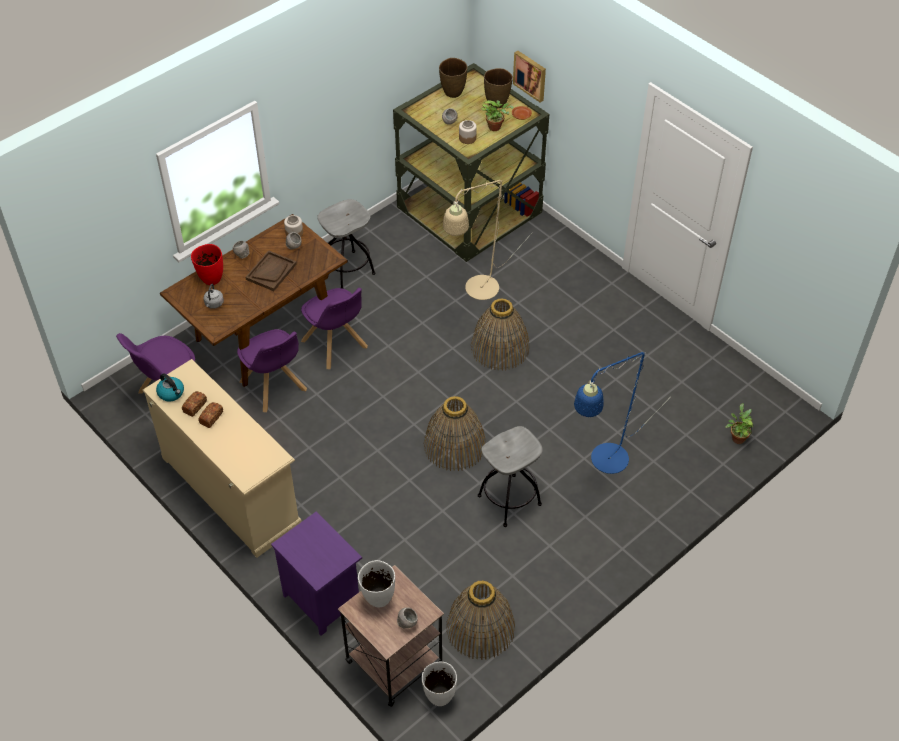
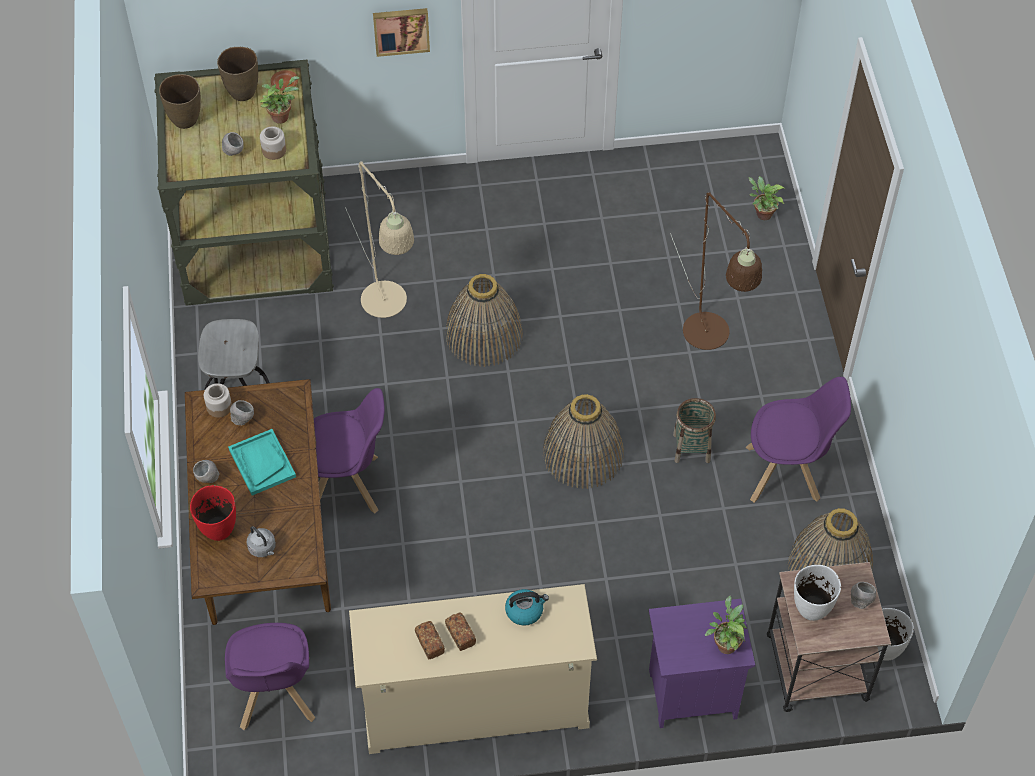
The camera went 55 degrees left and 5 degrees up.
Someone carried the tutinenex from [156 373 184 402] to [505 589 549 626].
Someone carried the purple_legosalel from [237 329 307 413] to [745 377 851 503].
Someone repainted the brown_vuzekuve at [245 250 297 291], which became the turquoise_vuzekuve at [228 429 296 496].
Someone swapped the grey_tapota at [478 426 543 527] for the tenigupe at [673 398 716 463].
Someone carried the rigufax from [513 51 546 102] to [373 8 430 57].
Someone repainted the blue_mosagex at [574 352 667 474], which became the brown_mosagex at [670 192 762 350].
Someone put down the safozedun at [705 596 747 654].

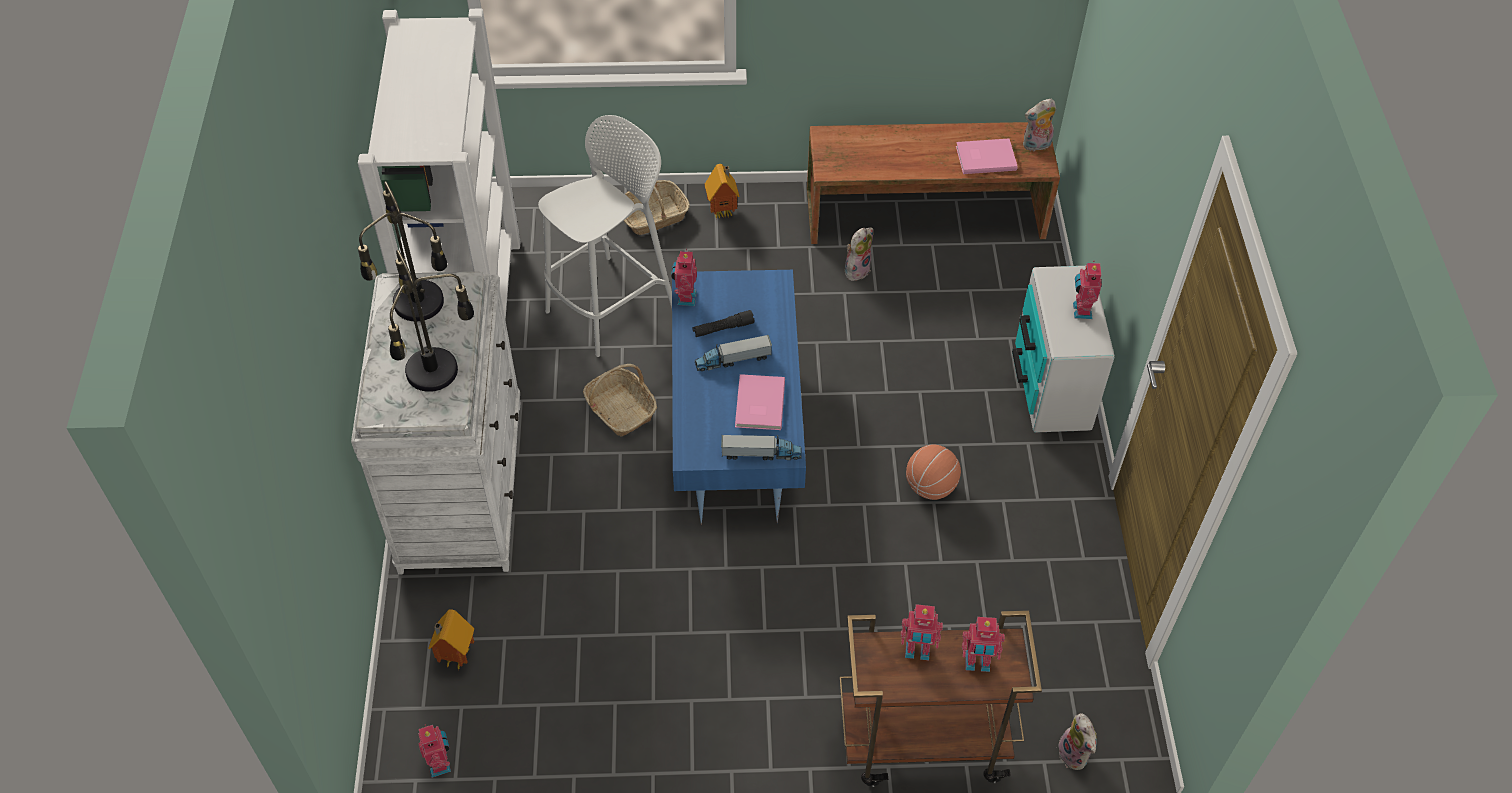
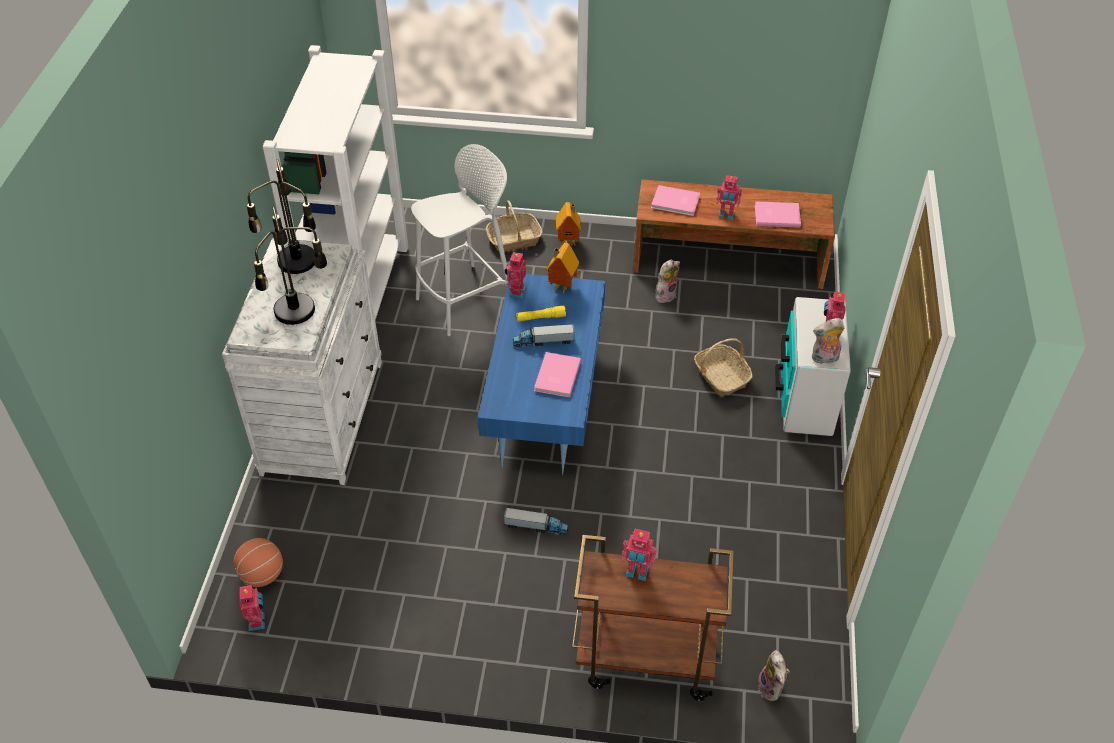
The camera went 10 degrees right and 5 degrees down.
Someone carried the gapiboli from [428 609 474 669] to [546 243 579 293].
Someone carried the tenigupe from [583 364 657 437] to [694 338 753 397].
Someone repainted the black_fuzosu at [692 310 755 337], which became the yellow_fuzosu at [516 305 566 321].
Someone carried the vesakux from [721 435 802 460] to [504 508 569 535].
Someone carried the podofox from [906 444 961 500] to [233 538 283 587].
Someone carried the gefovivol from [962 617 1005 672] to [717 175 742 220].
Someone carried the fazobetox from [1023 99 1056 151] to [812 318 844 364].
Someone put down the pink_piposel at [651 185 700 216].

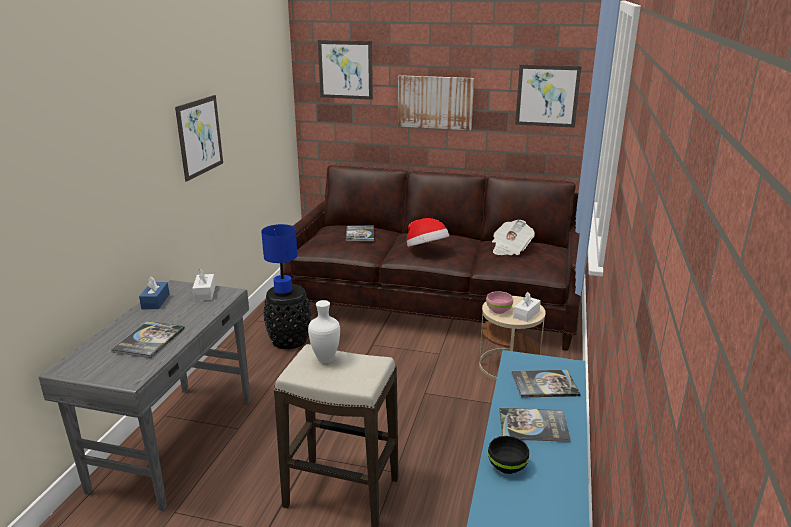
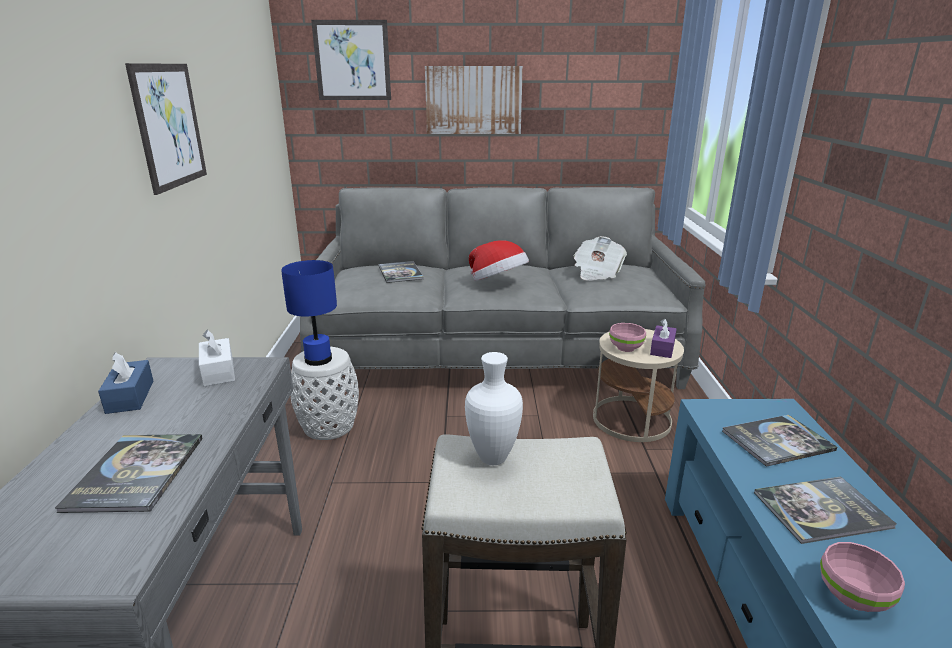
The camera went 15 degrees left and 0 degrees up.
Someone repainted the black_tapota at [264 284 311 349], which became the white_tapota at [291 347 359 440].
Someone repainted the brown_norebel at [280 165 581 351], which became the grey_norebel at [300 187 706 389].
Someone repainted the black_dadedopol at [488 436 529 474], which became the pink_dadedopol at [820 542 905 612].
Someone repainted the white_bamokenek at [513 292 541 322], which became the purple_bamokenek at [650 319 677 358].
Someone took away the rigufax at [515 64 582 128].

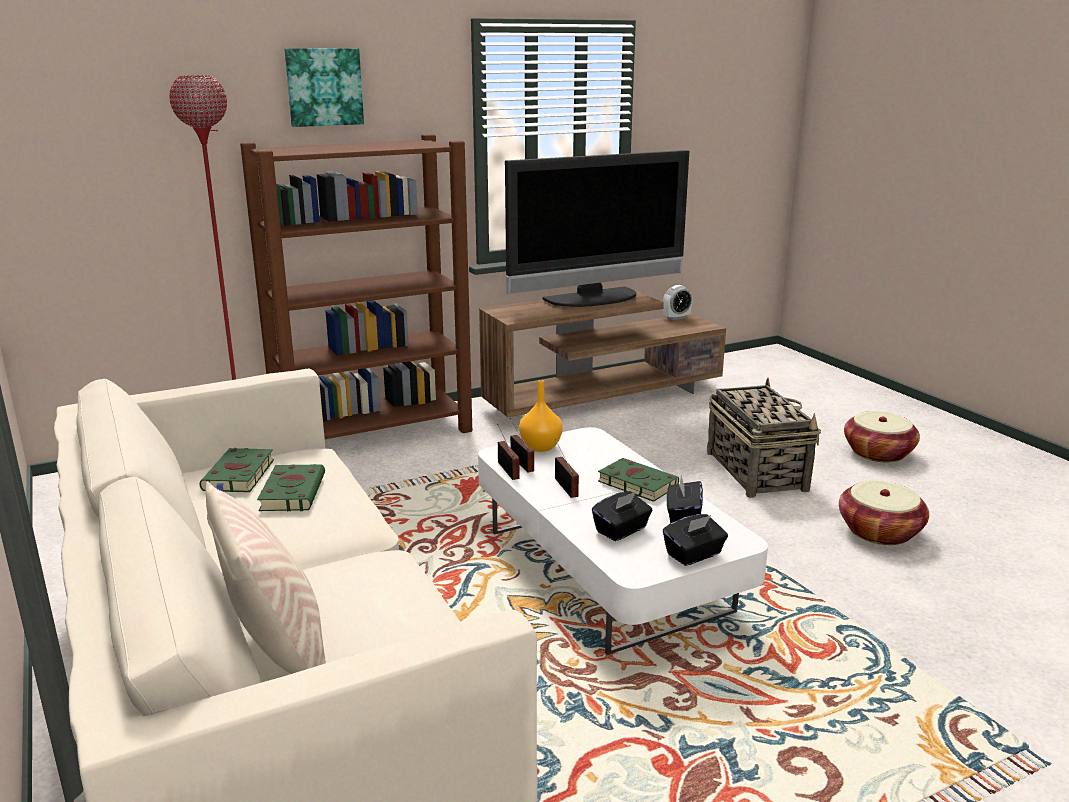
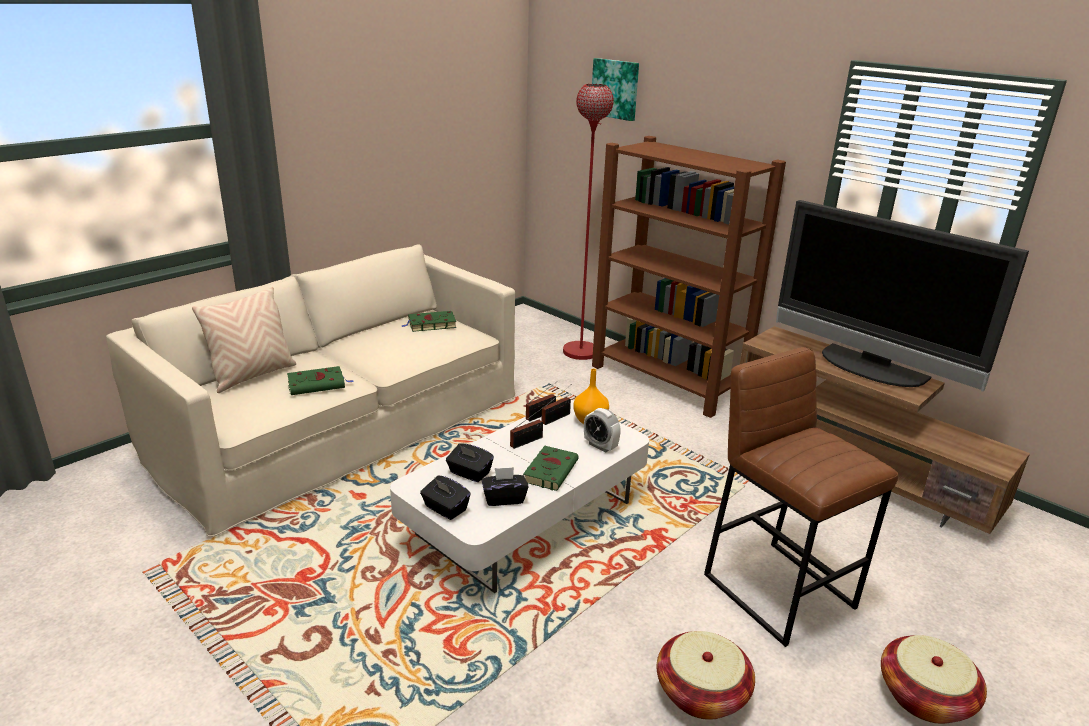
The camera went 70 degrees right and 5 degrees up.
Someone carried the green_piposel from [257 464 325 511] to [287 366 353 395].
Someone carried the rigufax from [284 48 364 127] to [592 58 639 121].
Someone carried the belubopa from [663 285 693 320] to [584 408 621 452].
Someone swapped the tenigupe at [707 378 821 498] for the brown_tapota at [704 347 898 647].

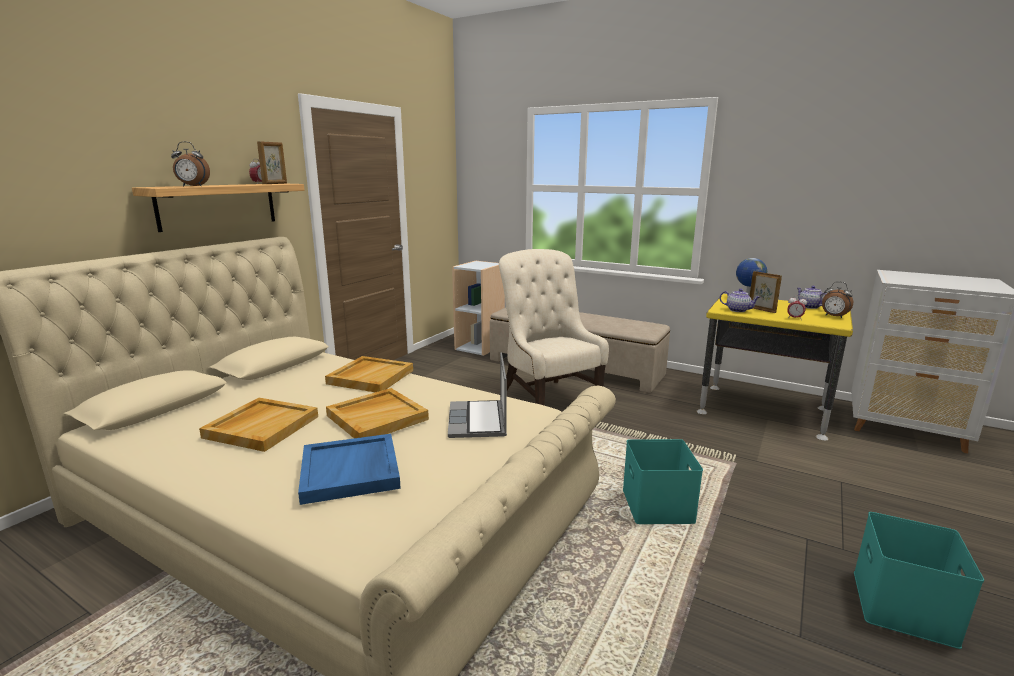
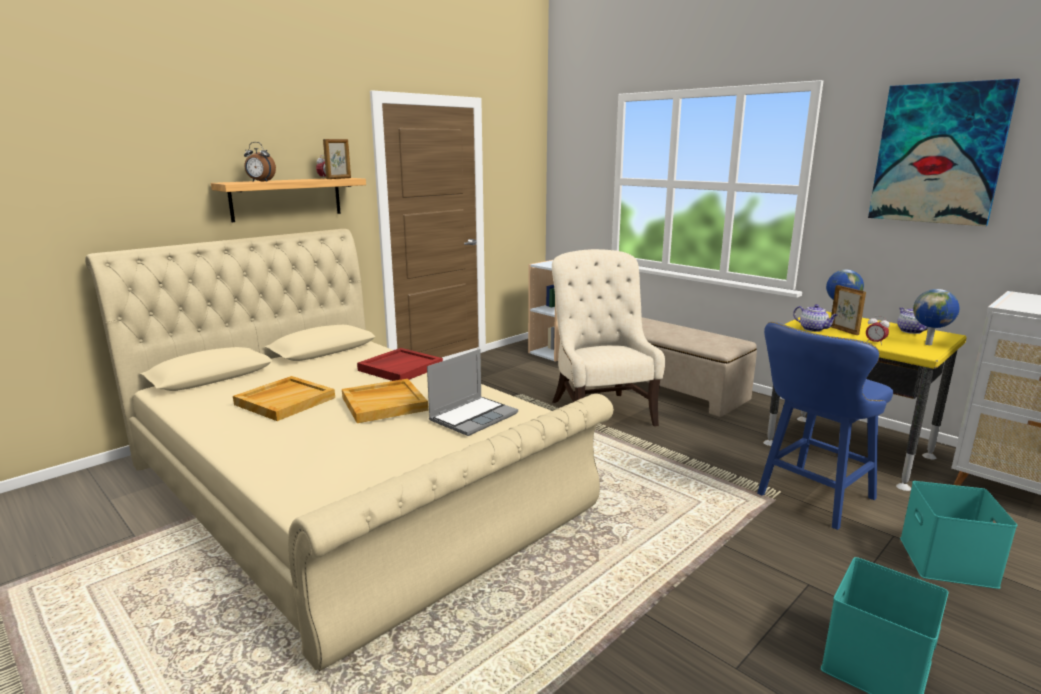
The camera went 15 degrees right and 0 degrees up.
Someone took away the blue_vuzekuve at [298 434 401 505].
Someone repainted the beige_vuzekuve at [325 356 413 392], which became the red_vuzekuve at [357 348 443 381].
Someone rotated the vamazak at [448 353 507 438] by 150 degrees counterclockwise.
Someone carried the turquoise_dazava from [623 439 703 524] to [900 481 1017 589].
Someone swapped the belubopa at [822 282 853 318] for the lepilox at [913 289 960 345].
Someone put down the blue_tapota at [757 322 893 530].
Someone put up the rigufax at [868 79 1020 226].

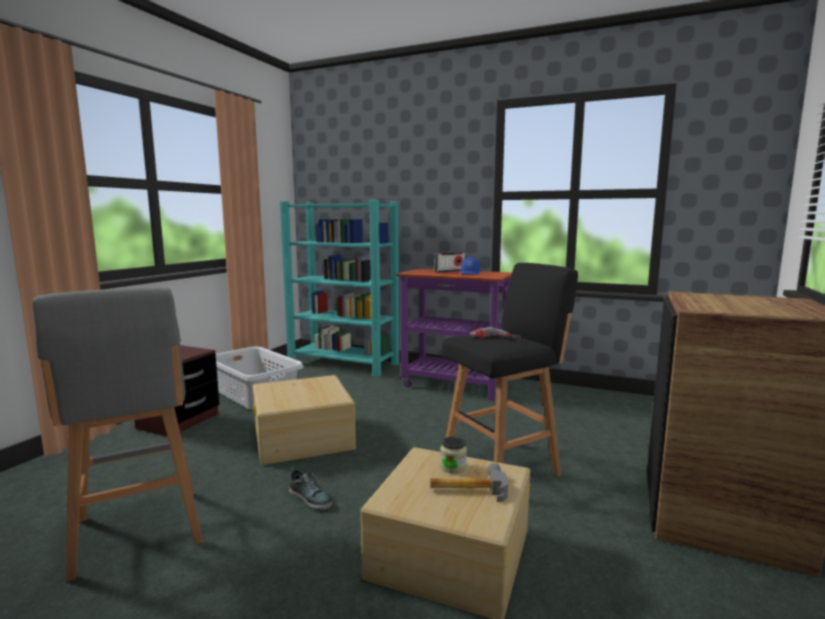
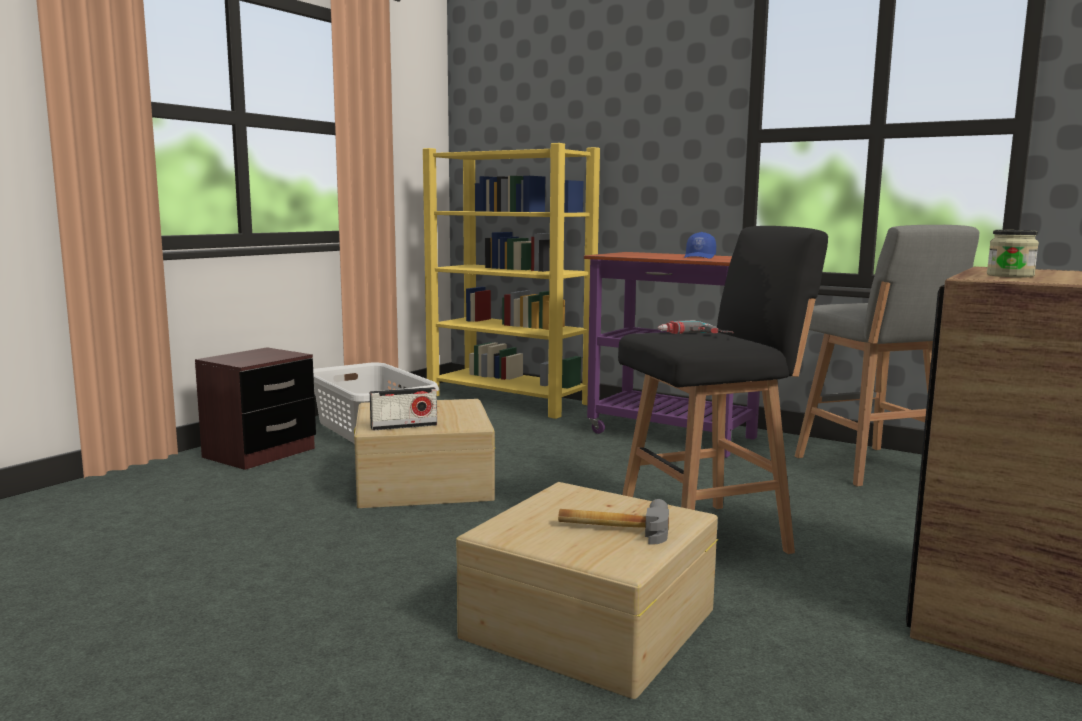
The camera went 10 degrees right and 0 degrees up.
Someone carried the grey_tapota from [32 287 203 581] to [795 225 979 486].
Someone repainted the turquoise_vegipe at [280 200 399 377], which became the yellow_vegipe at [423 143 600 419].
Someone took away the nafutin at [289 467 332 510].
Someone carried the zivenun from [435 252 465 273] to [370 387 437 431].
Someone carried the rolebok from [440 437 467 473] to [987 230 1039 277].

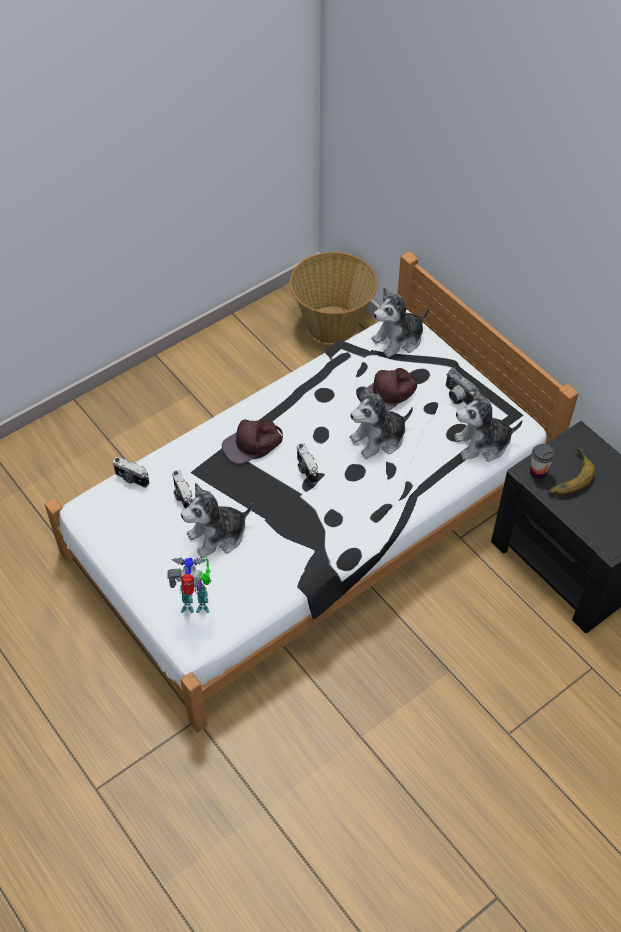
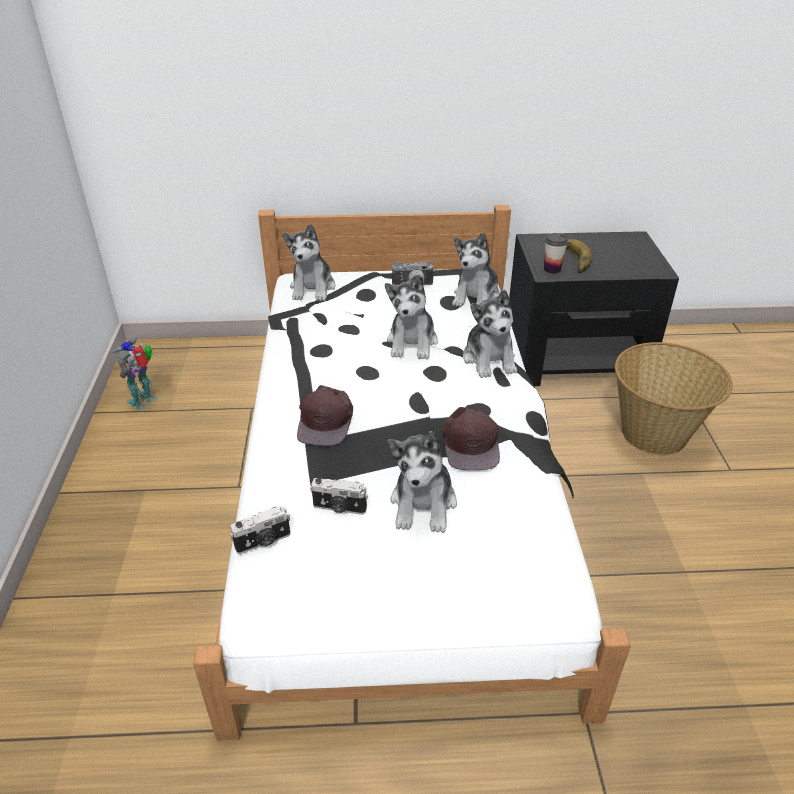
The camera went 55 degrees left and 15 degrees down.
Someone carried the gefovivol from [167 556 212 613] to [111 337 159 411].
Someone carried the tenigupe from [289 252 378 344] to [615 342 733 455].
Someone took away the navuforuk at [297 443 318 484].
Someone carried the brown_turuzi from [360 368 417 411] to [442 407 500 470].
Someone put down the fazobetox at [463 289 517 378].

